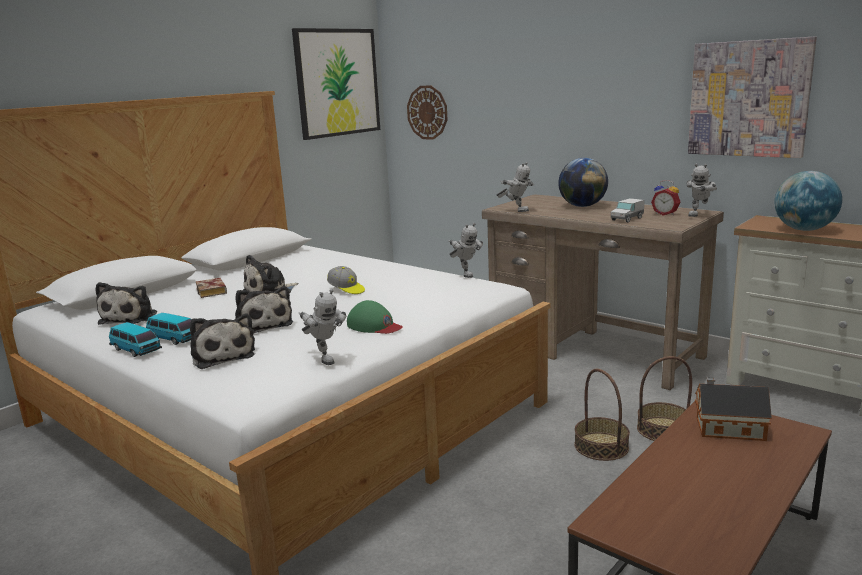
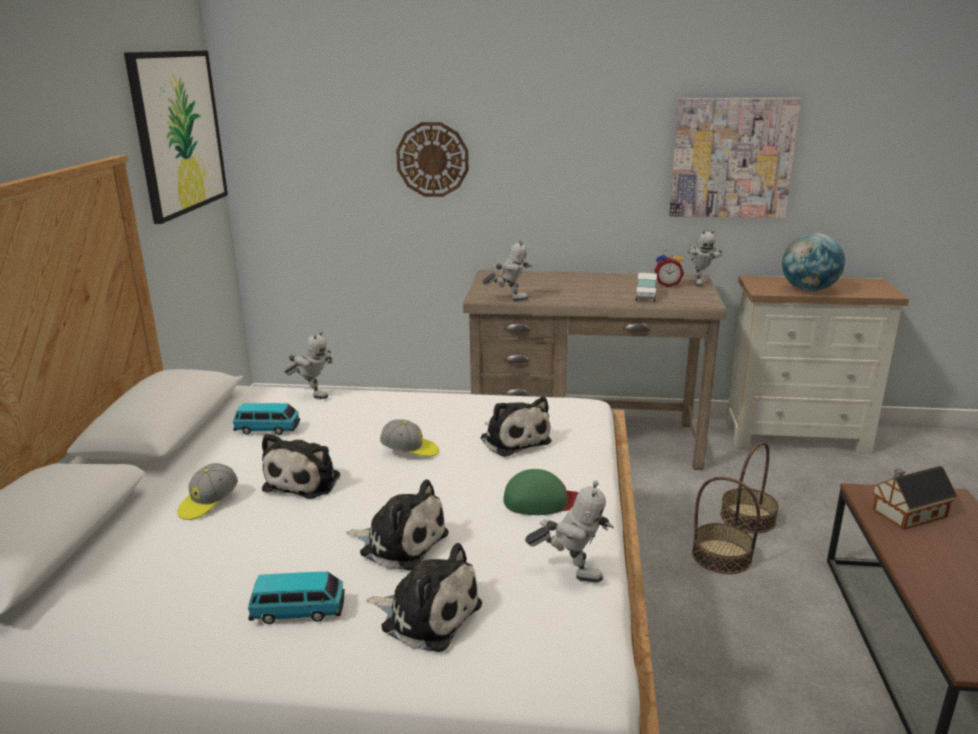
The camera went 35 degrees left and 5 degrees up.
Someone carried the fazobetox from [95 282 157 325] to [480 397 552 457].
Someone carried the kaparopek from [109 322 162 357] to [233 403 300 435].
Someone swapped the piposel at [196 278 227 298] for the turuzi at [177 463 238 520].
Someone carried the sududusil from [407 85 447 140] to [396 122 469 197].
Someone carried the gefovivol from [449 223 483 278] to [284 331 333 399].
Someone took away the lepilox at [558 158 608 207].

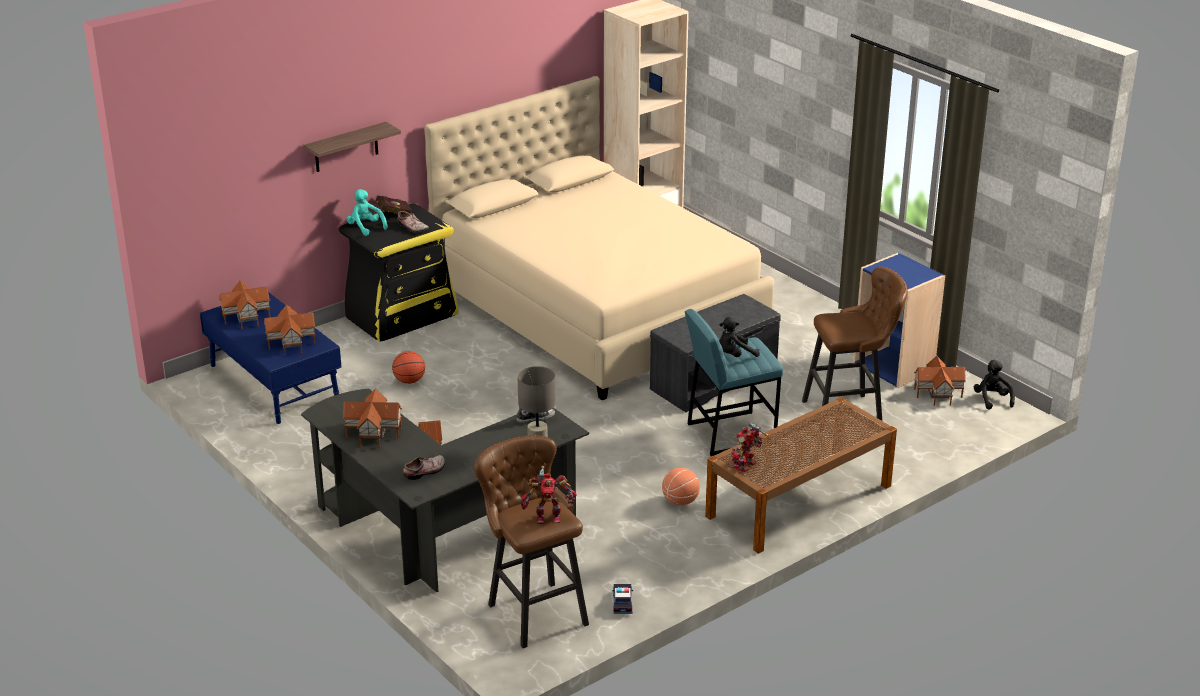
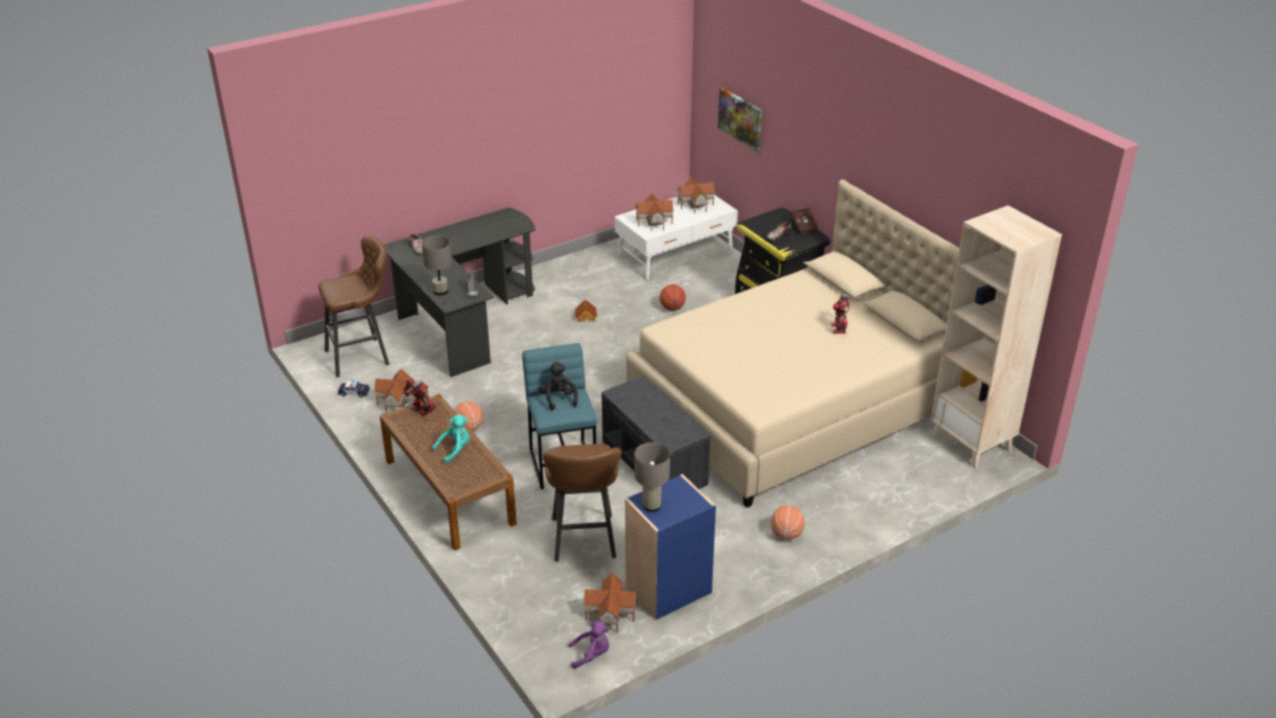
The camera went 95 degrees right and 5 degrees up.
Someone repainted the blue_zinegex at [200 292 342 424], which became the white_zinegex at [615 195 738 280].
Someone took away the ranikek at [303 122 401 172].
Someone carried the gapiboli from [343 388 402 447] to [374 369 420 413].
Someone carried the turquoise_fazobetox from [347 189 387 236] to [432 415 470 464].
Someone carried the gefovivol from [521 465 577 524] to [832 294 860 333].
Someone repainted the black_fazobetox at [974 360 1015 410], which became the purple_fazobetox at [568 621 609 669].
Someone put down the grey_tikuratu at [634 443 670 512].
Someone put up the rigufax at [718 87 762 152].
Someone put down the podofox at [771 505 805 540].

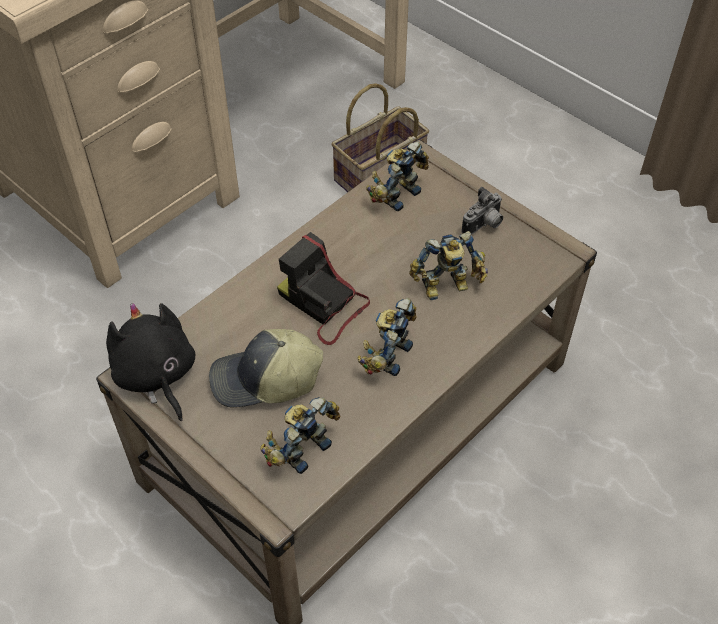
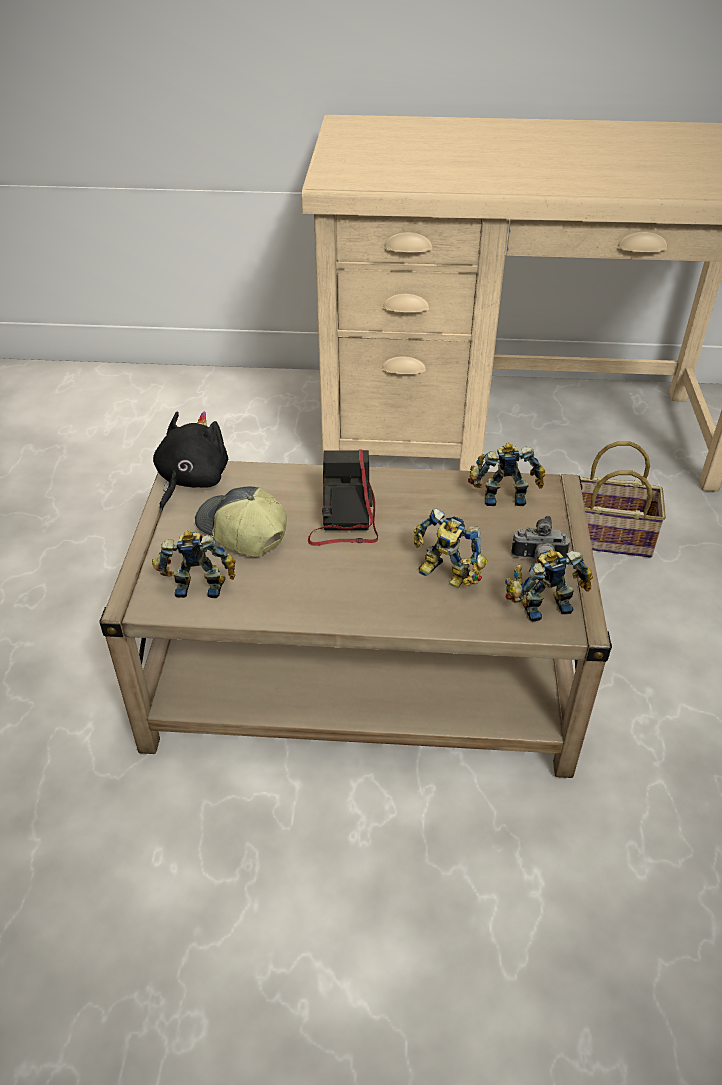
The camera went 50 degrees right and 10 degrees down.
Someone carried the gefovivol from [357 298 417 376] to [505 550 593 622].

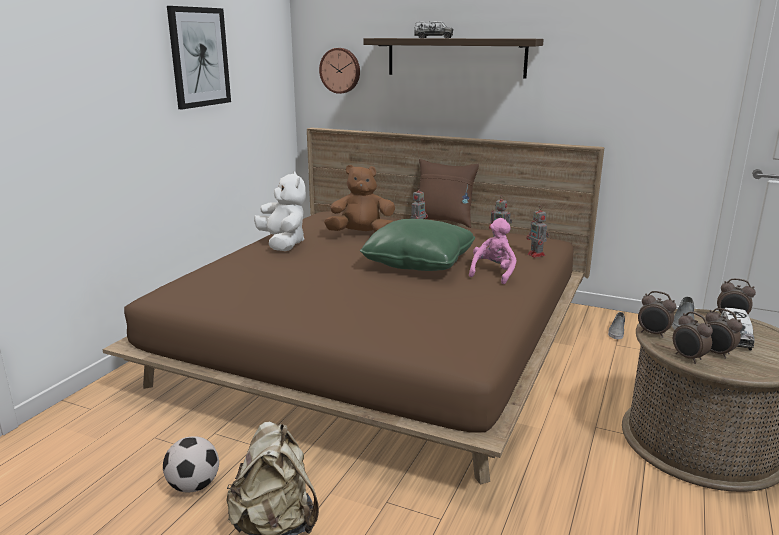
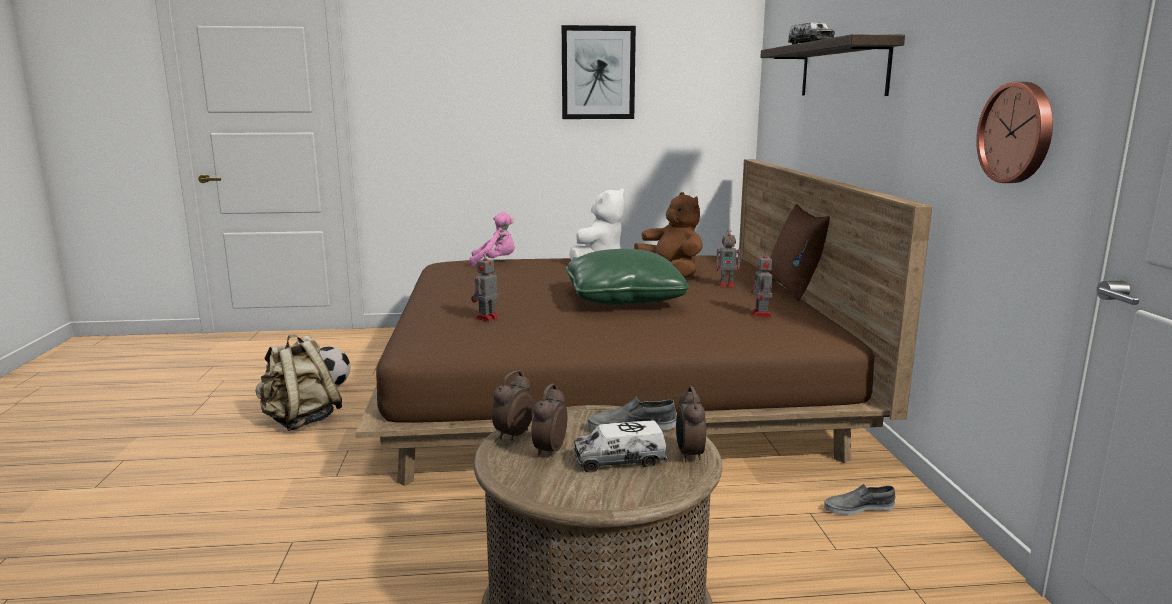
The camera went 60 degrees right and 5 degrees down.
Someone carried the sududusil from [319 48 360 94] to [976 82 1053 183].
Someone carried the pink_fazobetox from [469 218 517 284] to [470 212 515 266].
Someone carried the gefovivol from [526 207 549 258] to [471 252 499 322].
Someone took away the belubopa at [638 291 676 338].

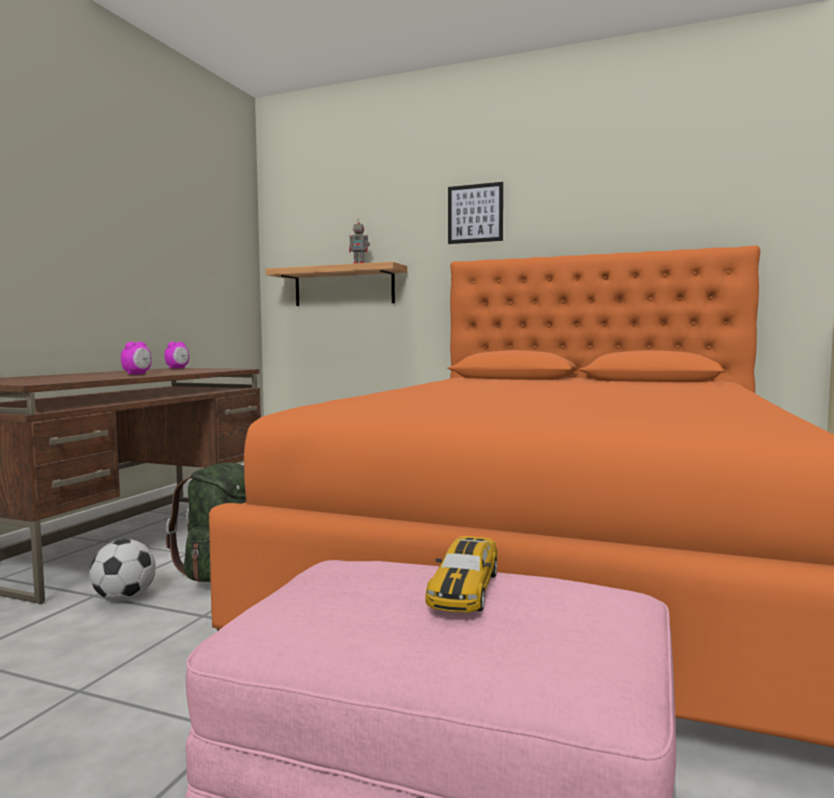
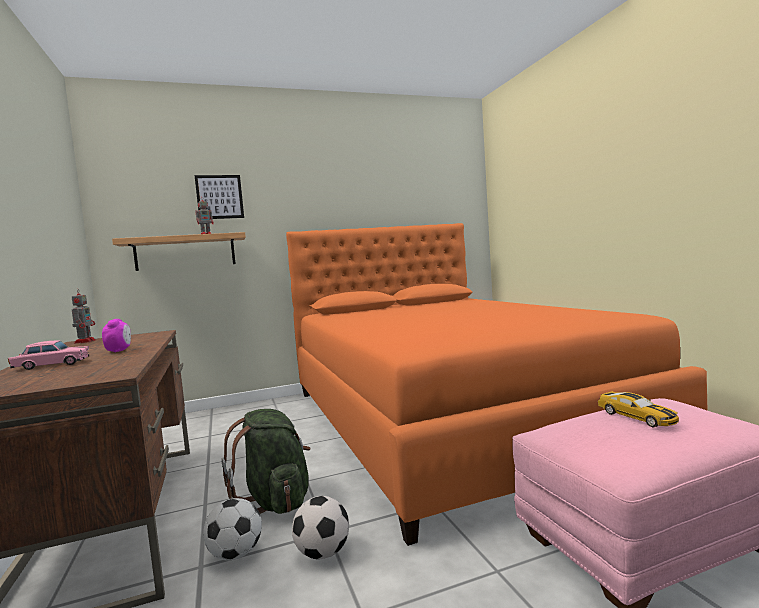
The camera went 40 degrees left and 0 degrees up.
Someone swapped the belubopa at [164 342 189 369] for the gefovivol at [72 289 96 344].
Someone carried the rigufax from [448 182 503 244] to [195 175 244 219].
Someone put down the pink_kaparopek at [8 341 89 370].
Someone put down the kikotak at [292 496 349 559].

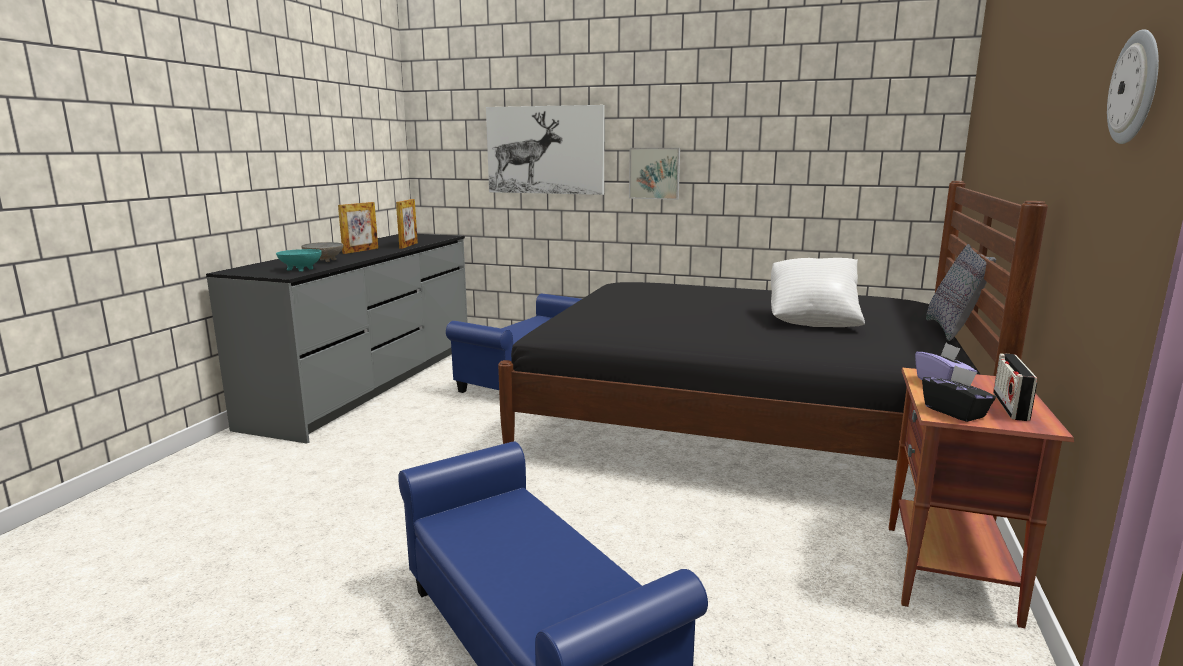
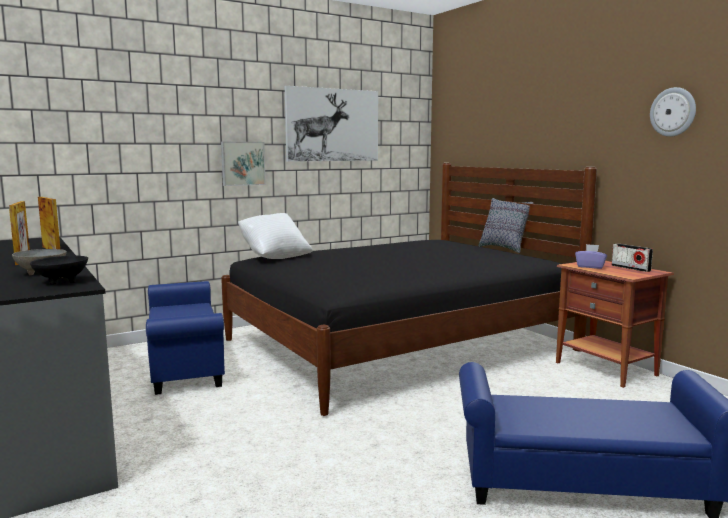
The camera went 50 degrees left and 5 degrees down.
Someone repainted the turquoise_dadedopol at [276 249 322 271], which became the black_dadedopol at [30 255 88 285].
Someone carried the rigufax from [486 105 605 195] to [285 86 378 162].
Someone carried the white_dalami from [771 258 865 327] to [238 213 313 259].
Someone took away the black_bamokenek at [922 365 996 422].

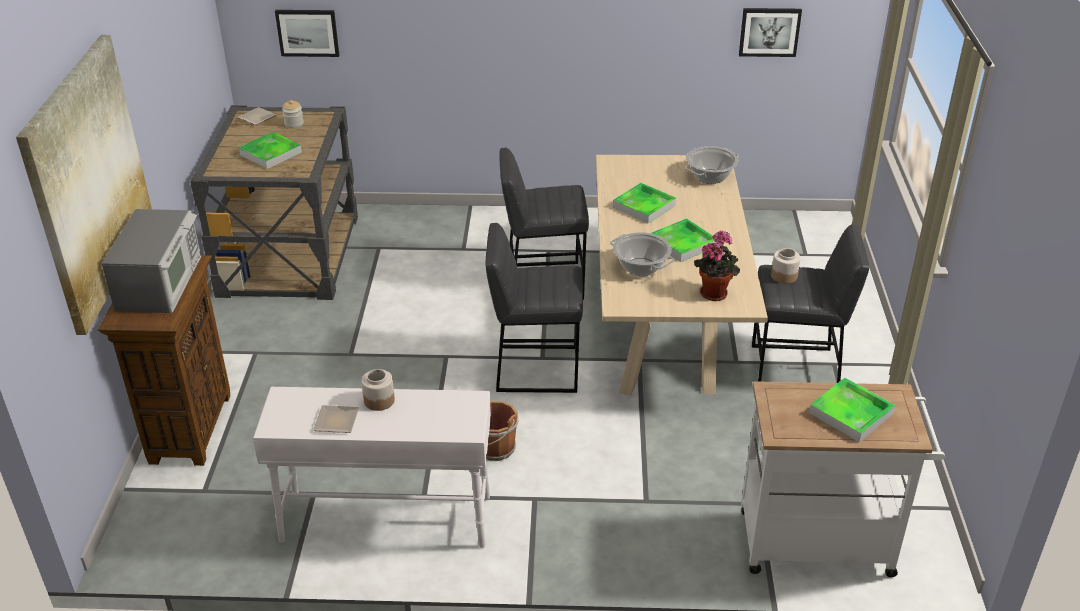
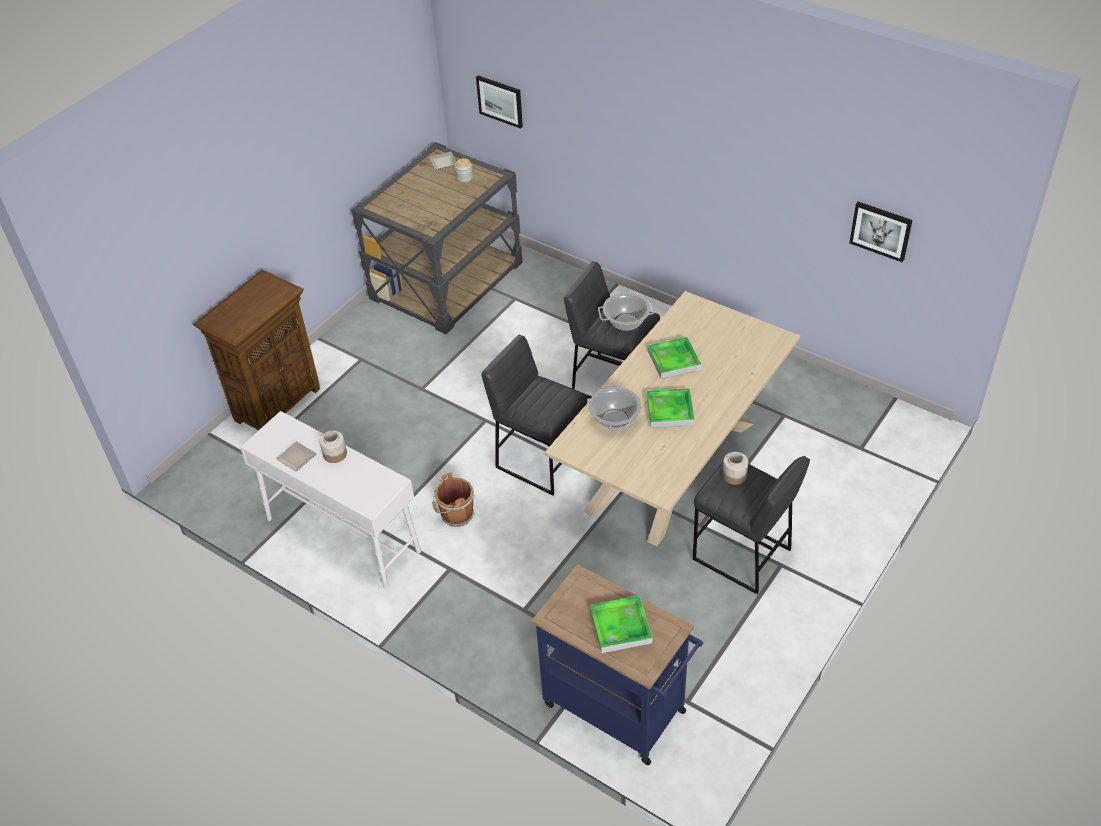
The camera went 35 degrees right and 10 degrees up.
Someone took away the rigufax at [16 35 152 335].
Someone took away the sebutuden at [101 209 201 313].
Someone took away the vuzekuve at [239 132 302 169].
Someone carried the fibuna from [685 146 739 184] to [598 292 655 331].
Someone took away the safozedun at [694 231 740 301].
Someone repainted the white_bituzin at [741 381 945 577], which became the blue_bituzin at [531 564 703 765].

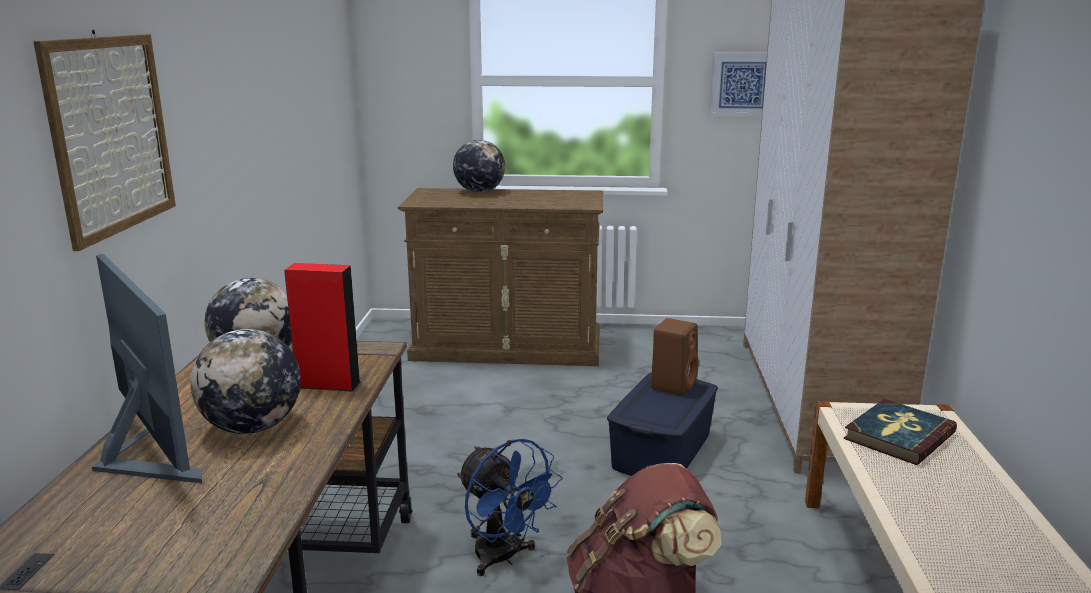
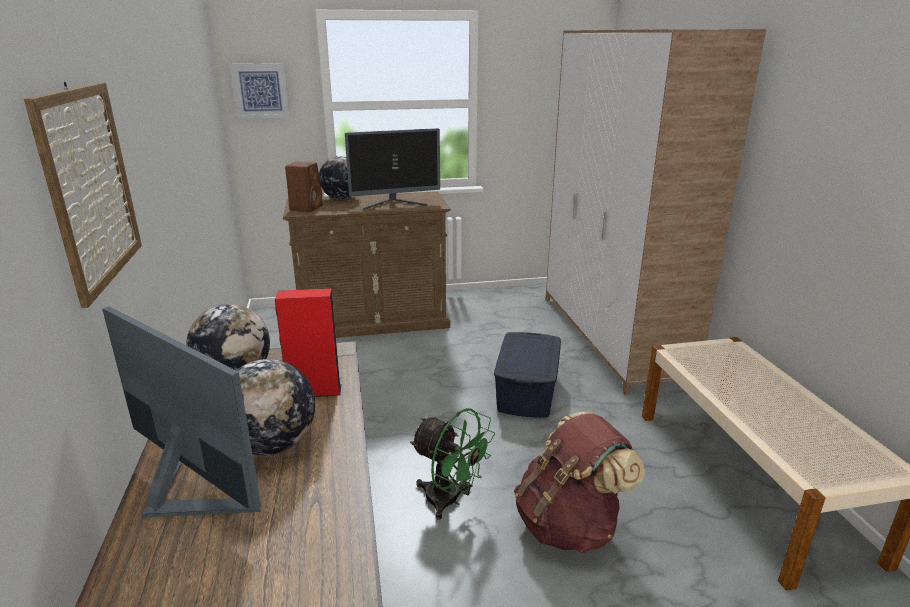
The camera went 15 degrees left and 5 degrees up.
Someone repainted the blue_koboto at [457 439 562 576], which became the green_koboto at [410 408 495 520].
Someone carried the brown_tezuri from [651 318 699 396] to [285 161 322 212].
Someone carried the rigufax from [709 53 767 117] to [230 63 290 118].
Someone took away the piposel at [843 399 957 465].
Someone put down the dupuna at [345 128 440 210].

